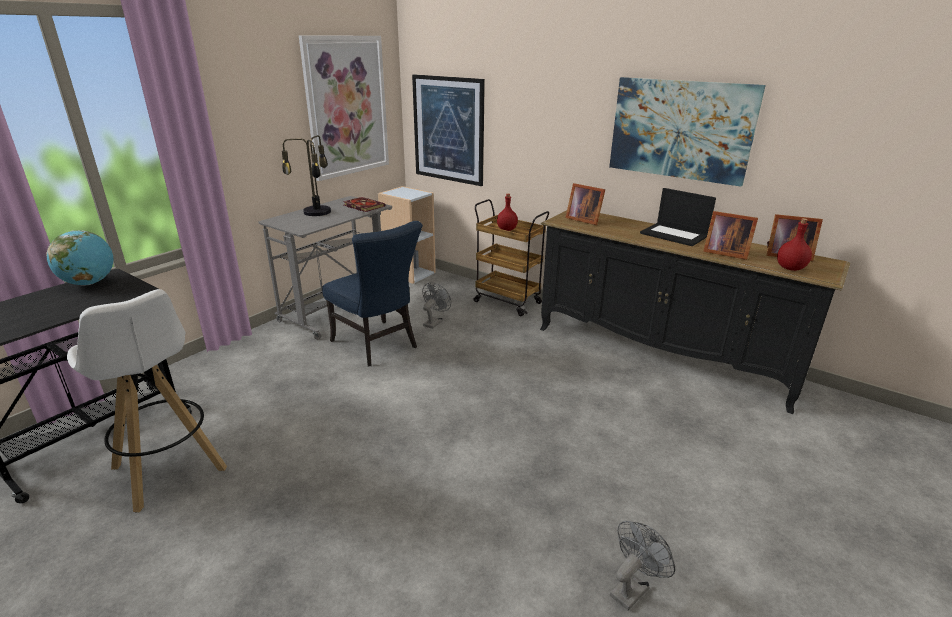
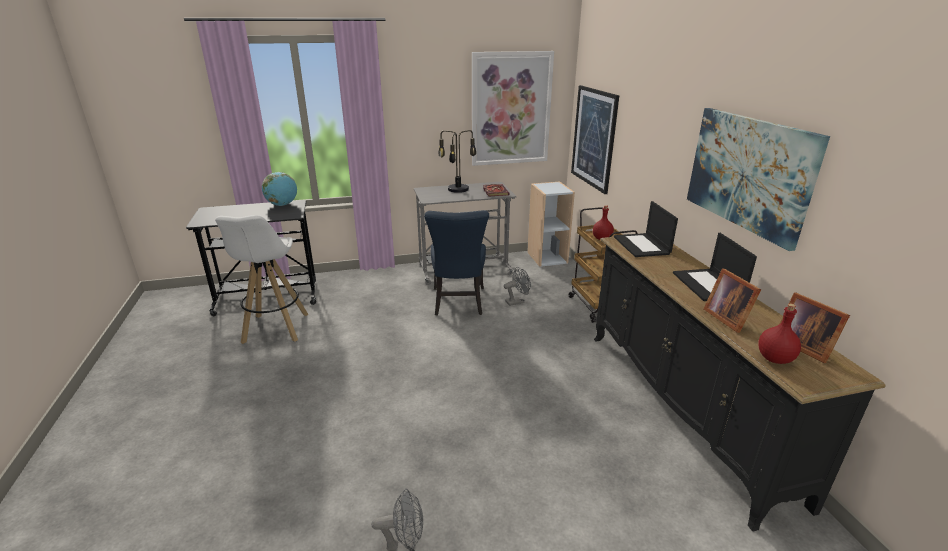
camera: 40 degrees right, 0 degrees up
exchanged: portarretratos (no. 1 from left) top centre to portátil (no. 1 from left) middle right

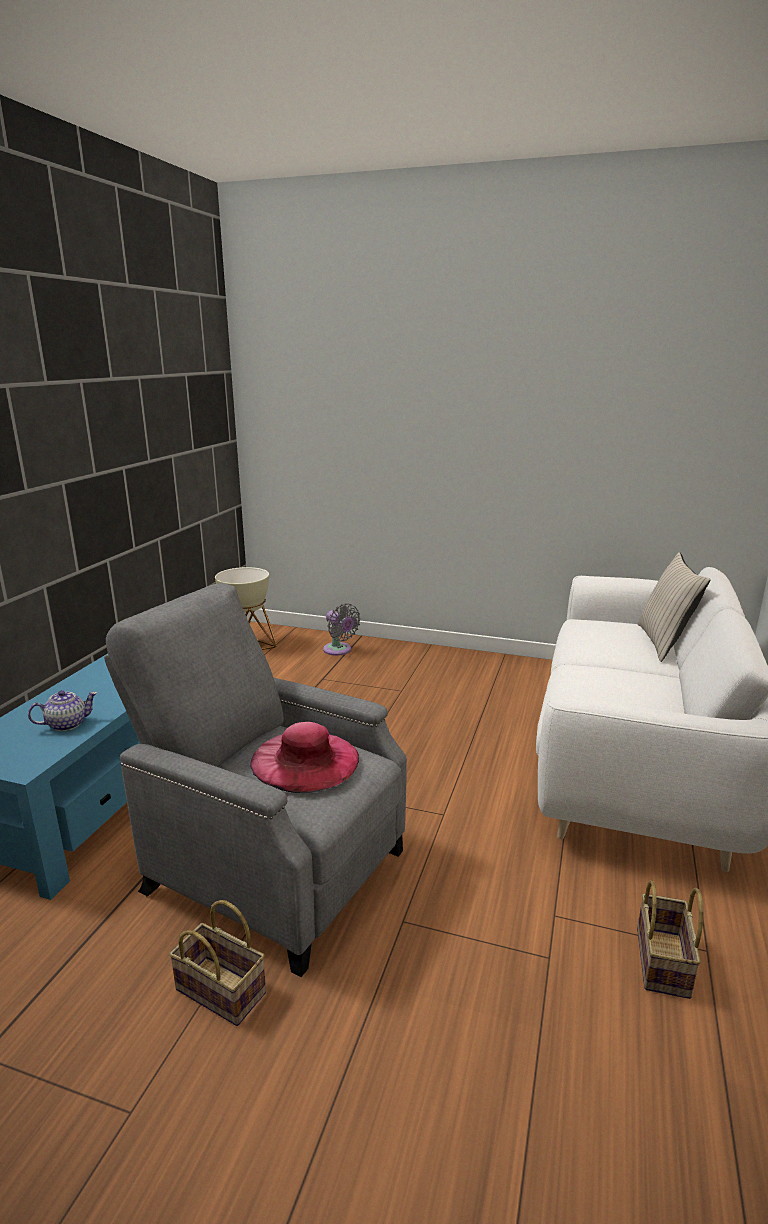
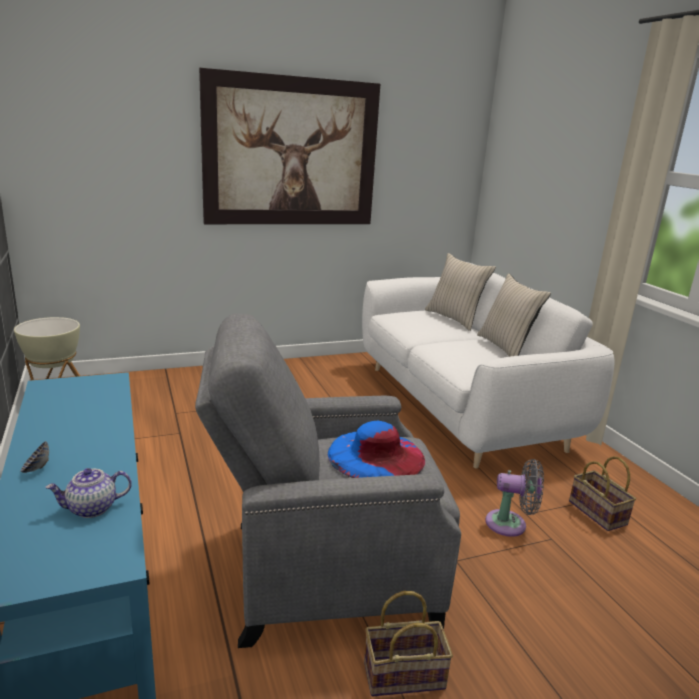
camera: 40 degrees left, 0 degrees up
appeared: cuenco middle left; cuadro top centre; cojín (beis) (no. 2 from left) middle right
relocated: ventilador (gris) centre to bottom right
colour: sombrero (rosa) centre to sombrero (azul) centre
spun: tetera middle left = bottom left 135 degrees counterclockwise

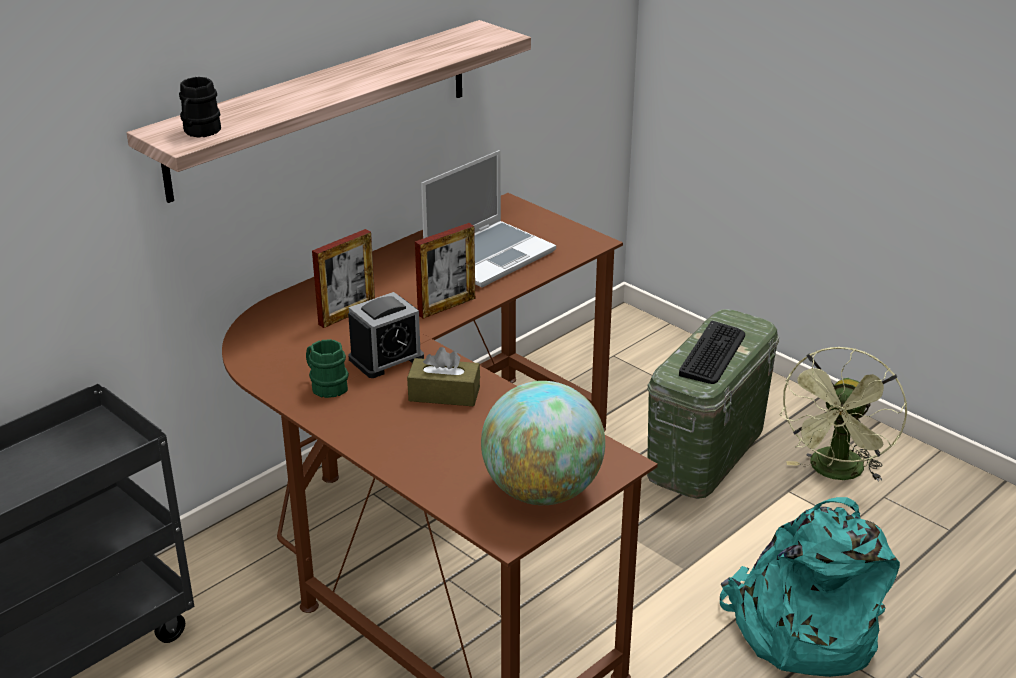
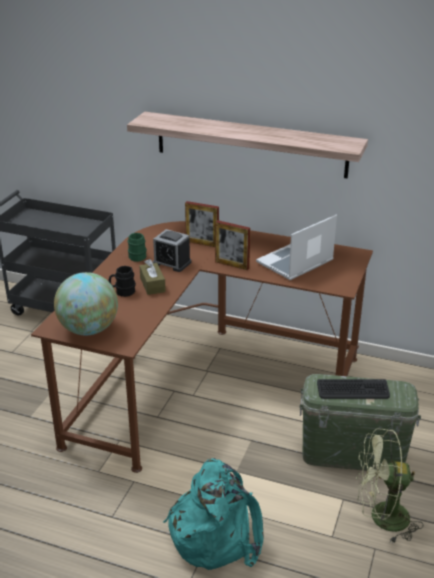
camera: 65 degrees right, 0 degrees up
relocated: taza grande (negro) top left to middle left
spun: portátil top centre = middle right 120 degrees clockwise

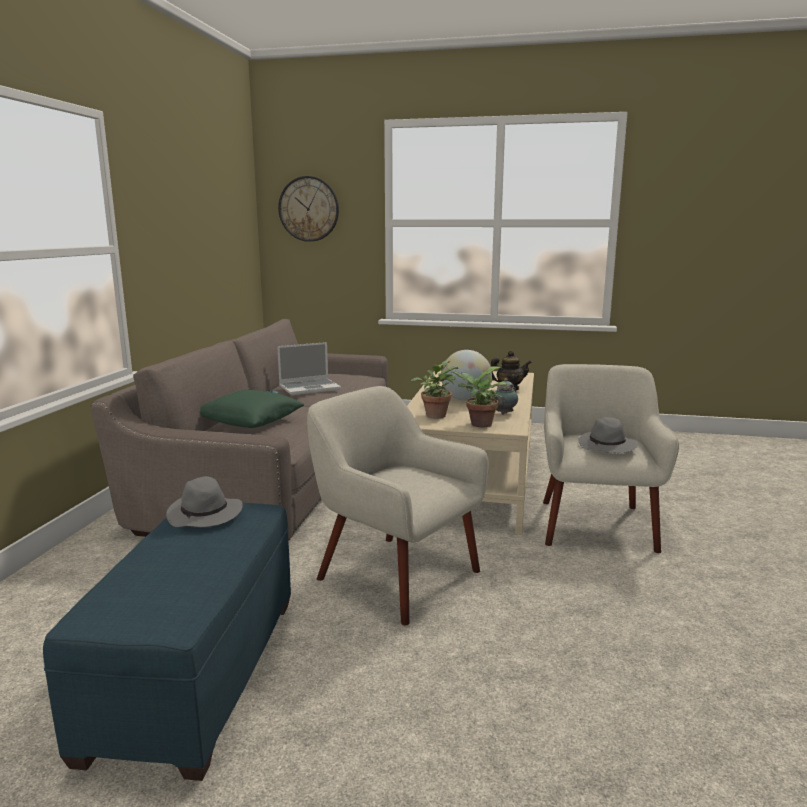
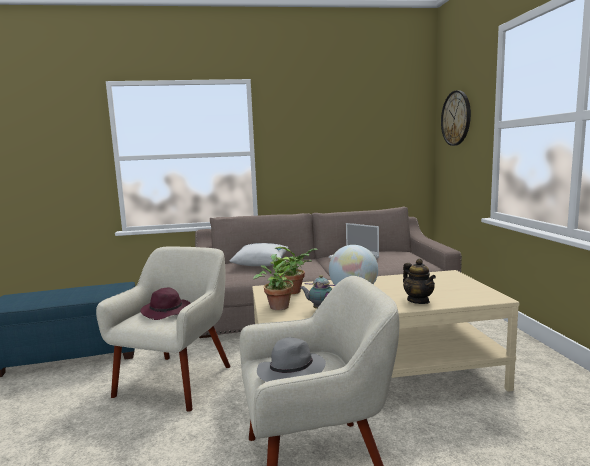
camera: 70 degrees right, 5 degrees down
missing: sombrero (gris) (no. 1 from left) middle left
appeared: sombrero (morado) middle left
colour: cojín (verde) middle left to cojín (gris) centre

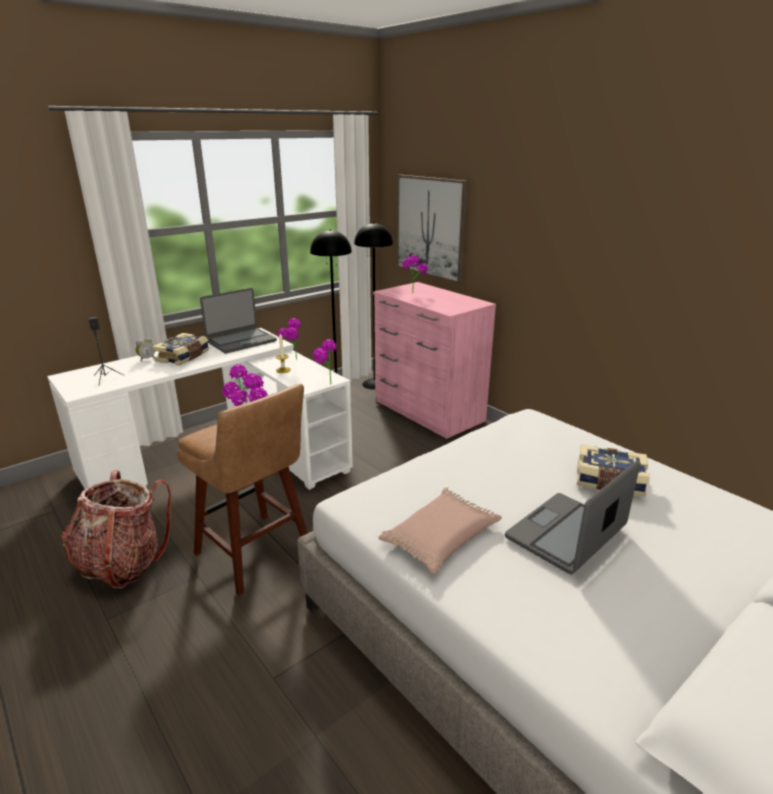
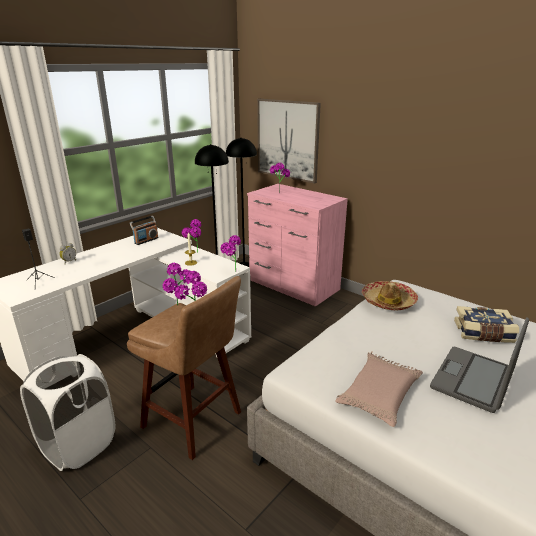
camera: 10 degrees left, 0 degrees up
missing: libro (no. 1 from left) middle left
appeared: sombrero middle right
exchanged: mochila middle left to cesto de la ropa (blanco) bottom left; portátil (no. 1 from left) middle left to radio middle left

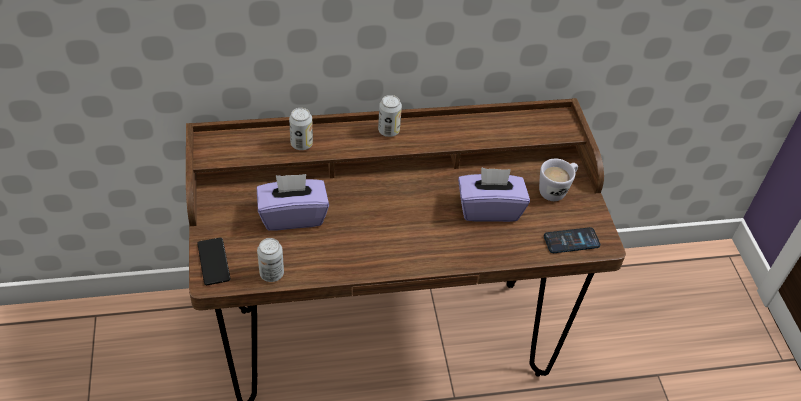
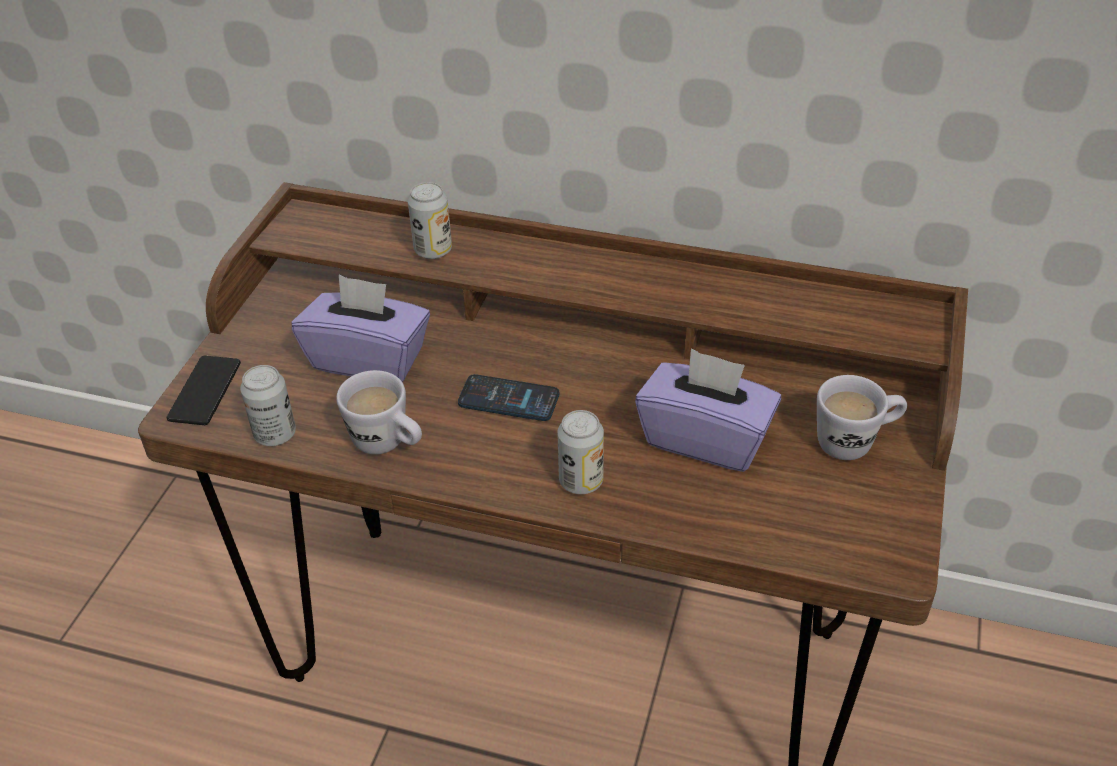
camera: 30 degrees right, 5 degrees down
appeared: taza grande (blanco) (no. 1 from left) centre
relocated: móvil (no. 2 from left) middle right to centre; lata (no. 3 from left) top centre to centre

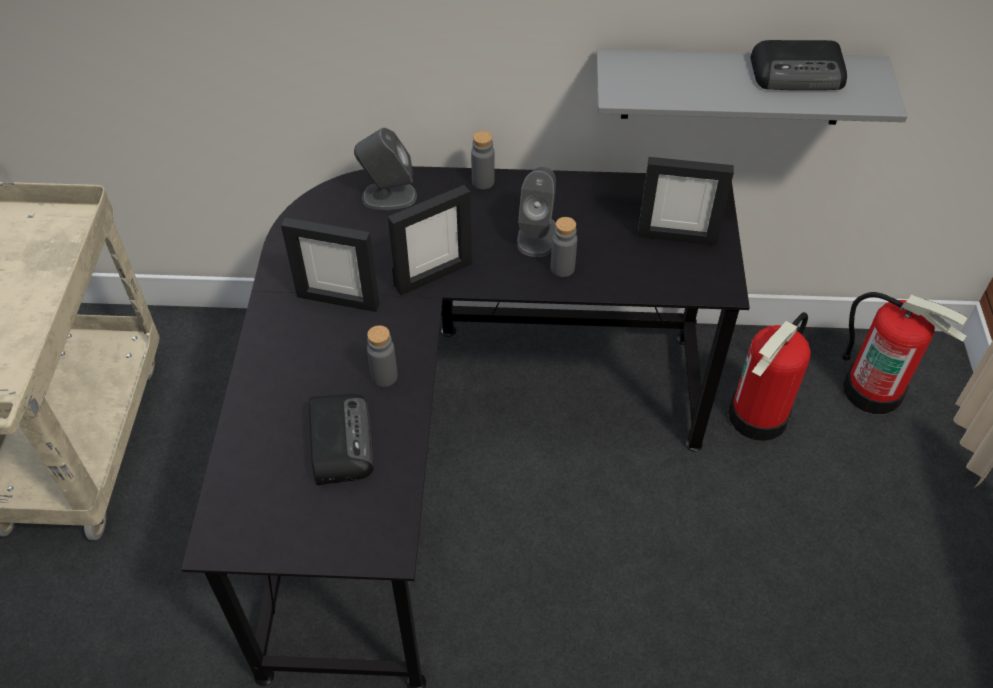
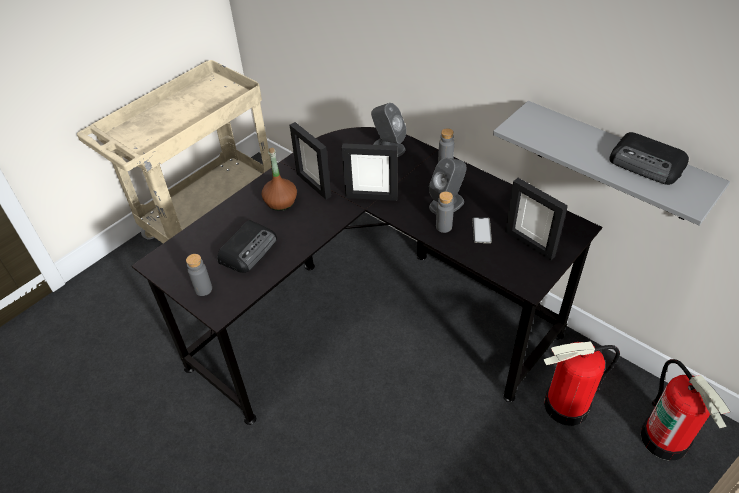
camera: 40 degrees right, 5 degrees down
appeared: botella (marrón) centre; móvil centre
relocated: botella (gris) (no. 1 from left) centre to middle left

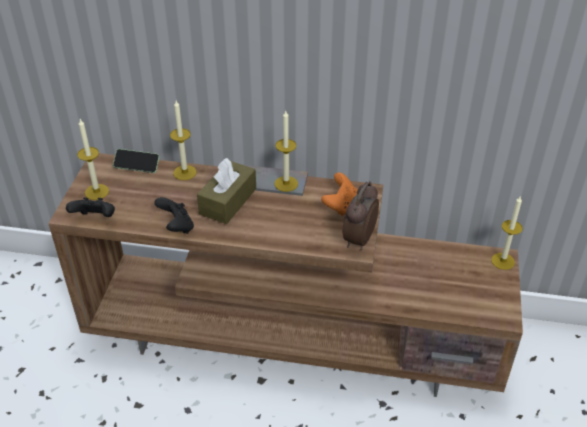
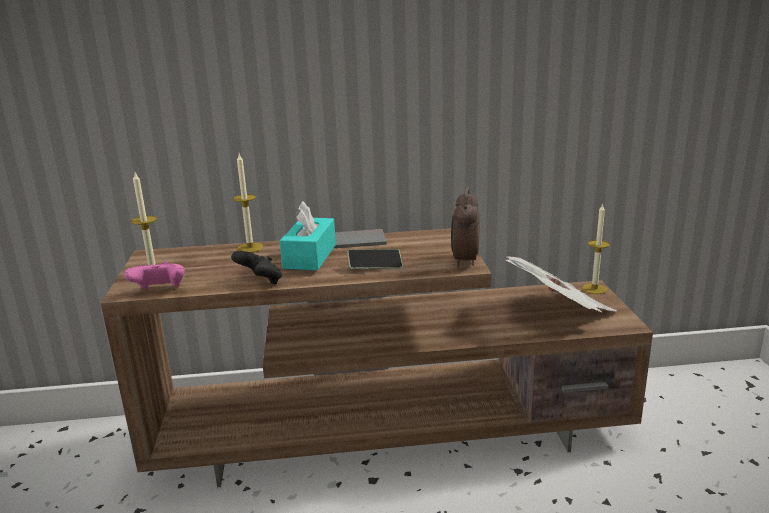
camera: 15 degrees left, 20 degrees down
missing: vela (no. 3 from left) centre; mando de consola (naranja) centre
appeared: periódico middle right
relocated: móvil middle left to centre
colour: mando de consola (negro) (no. 1 from left) middle left to mando de consola (rosa) middle left; caja de pañuelos (marrón) centre to caja de pañuelos (turquesa) centre

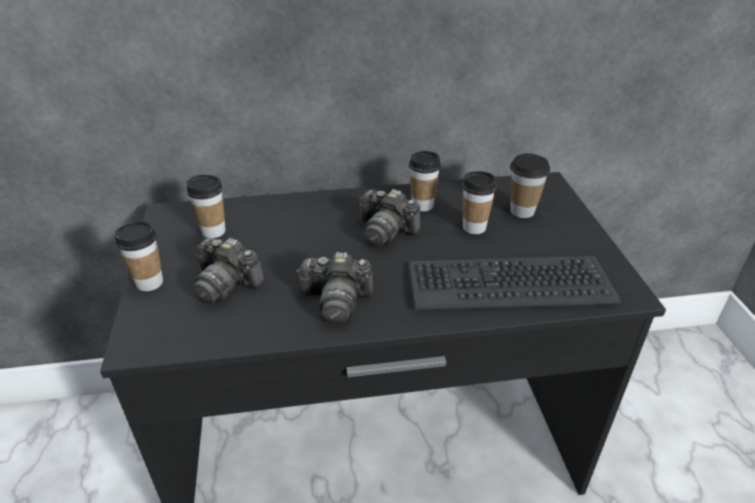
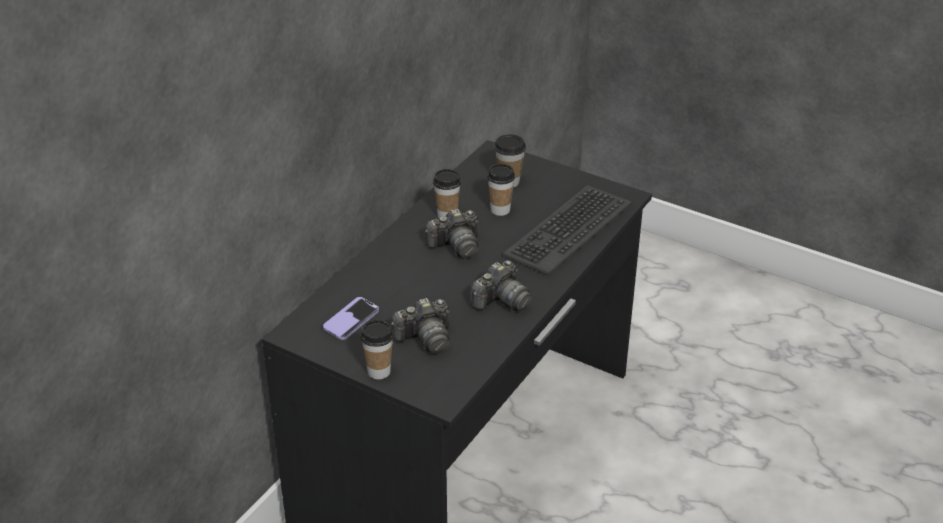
camera: 50 degrees left, 0 degrees up
exchanged: taza (no. 2 from left) middle left to móvil centre

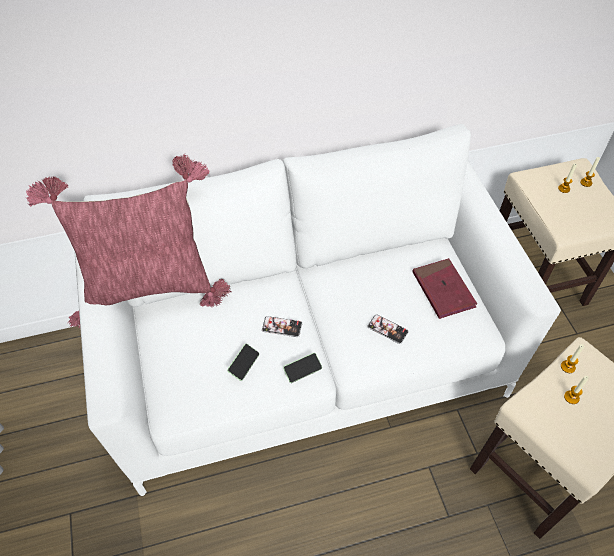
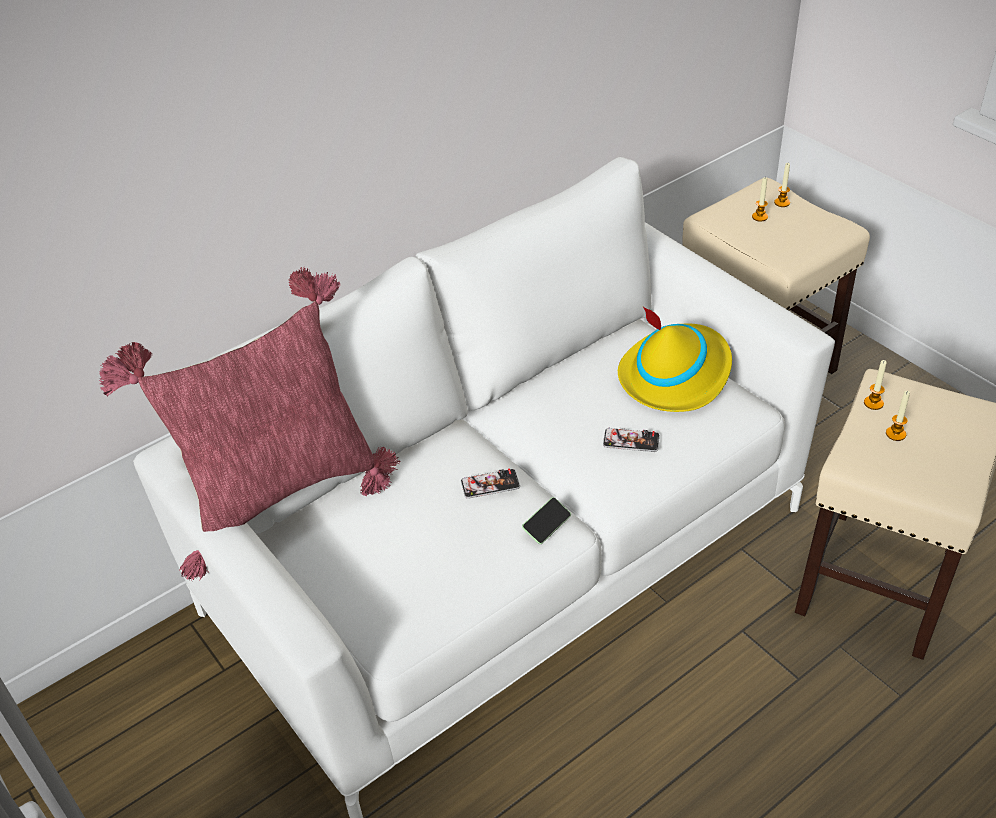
camera: 20 degrees left, 10 degrees down
missing: móvil (no. 1 from left) centre
exchanged: libro (rojo) middle right to sombrero (amarillo) middle right

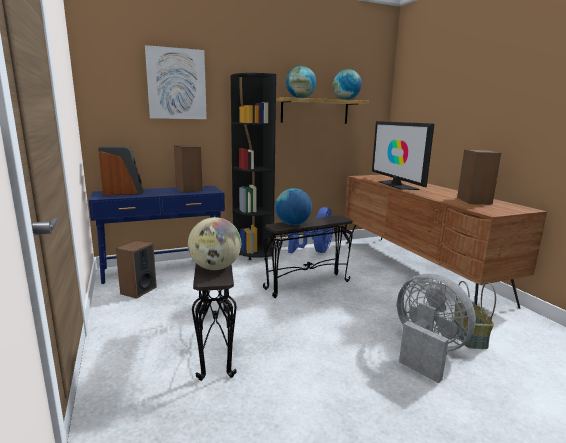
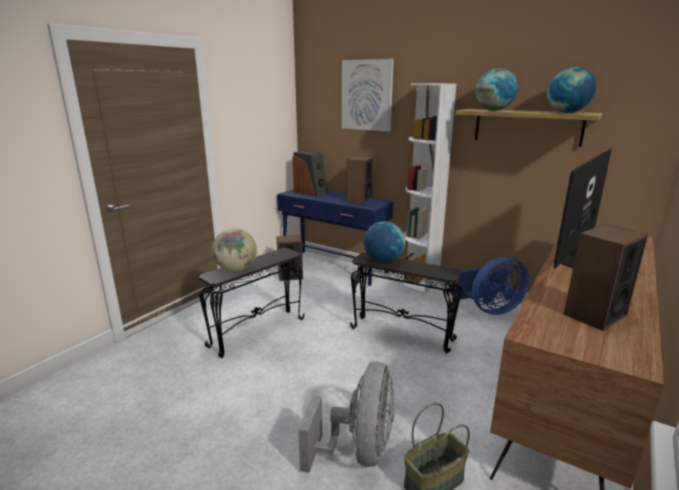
camera: 55 degrees right, 5 degrees up
colour: estantería (negro) centre to estantería (blanco) centre

